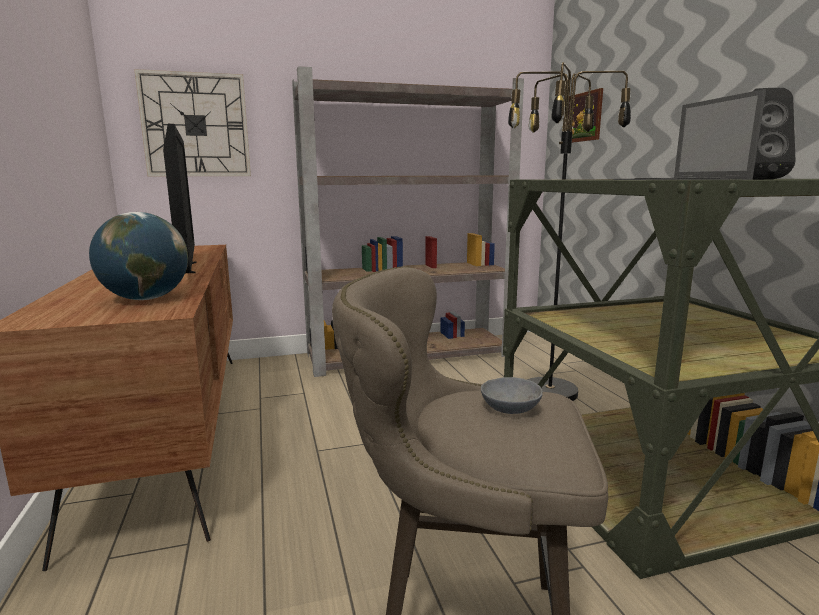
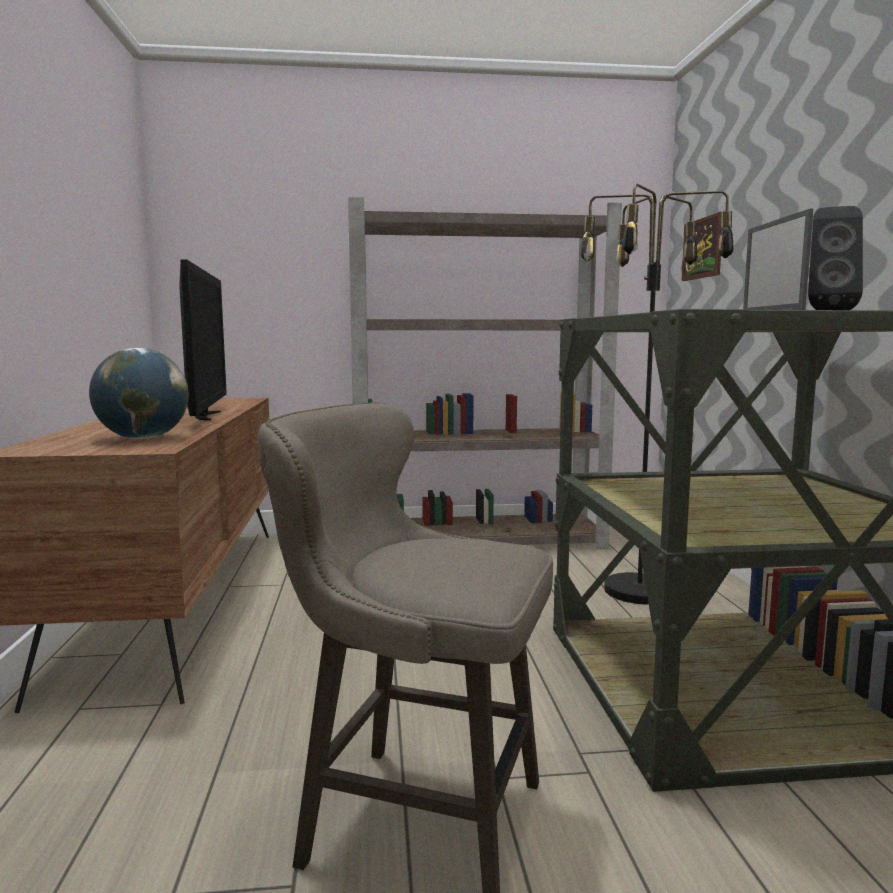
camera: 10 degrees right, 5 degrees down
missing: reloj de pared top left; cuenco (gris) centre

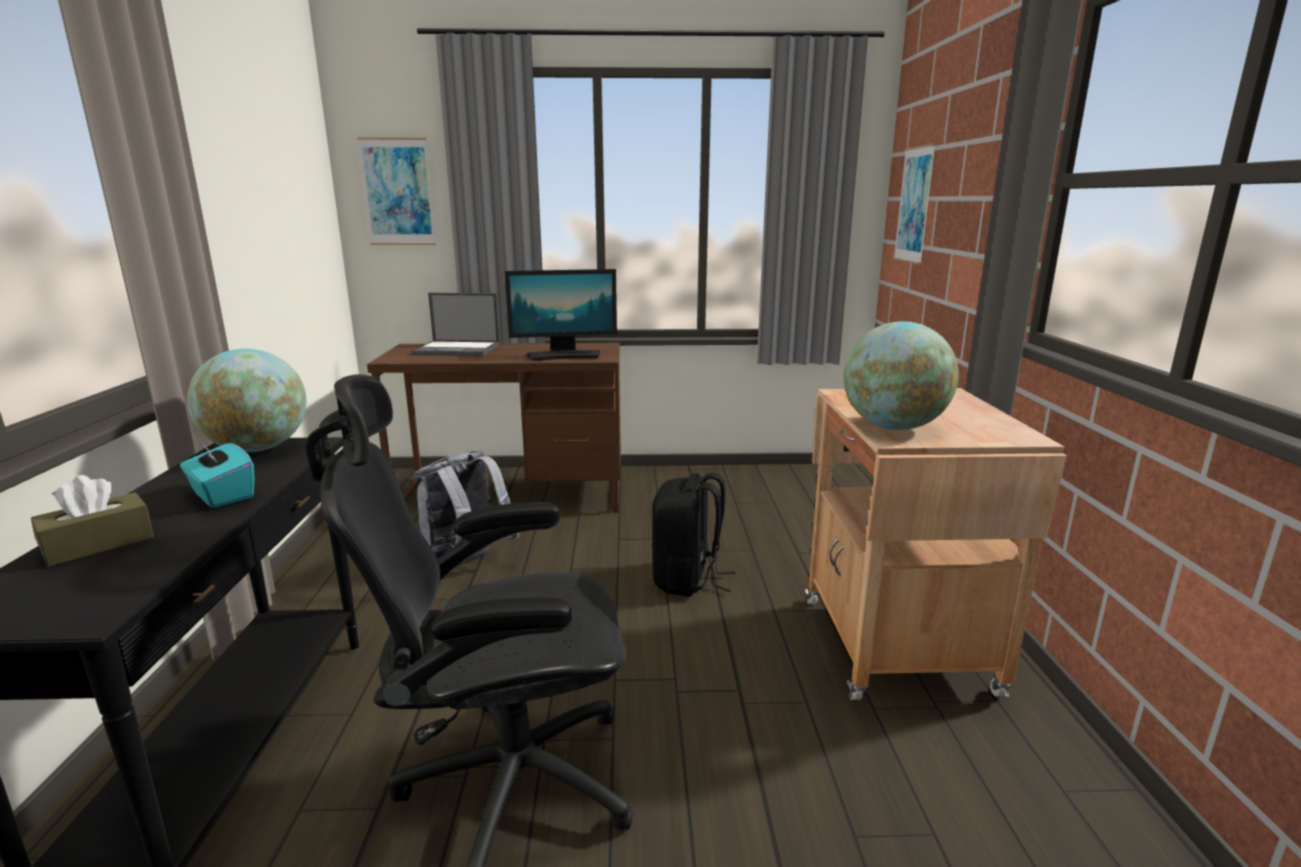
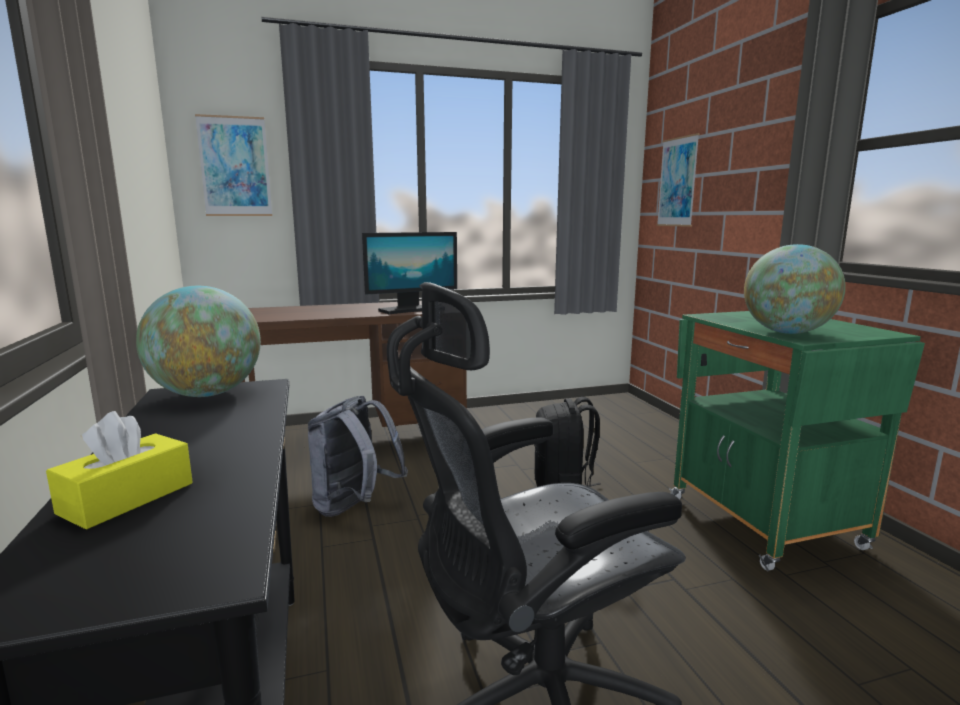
camera: 15 degrees left, 5 degrees down
missing: caja de pañuelos (turquesa) middle left; portátil centre
colour: caja de pañuelos (marrón) middle left to caja de pañuelos (amarillo) bottom left; carrito (marrón) middle right to carrito (verde) middle right

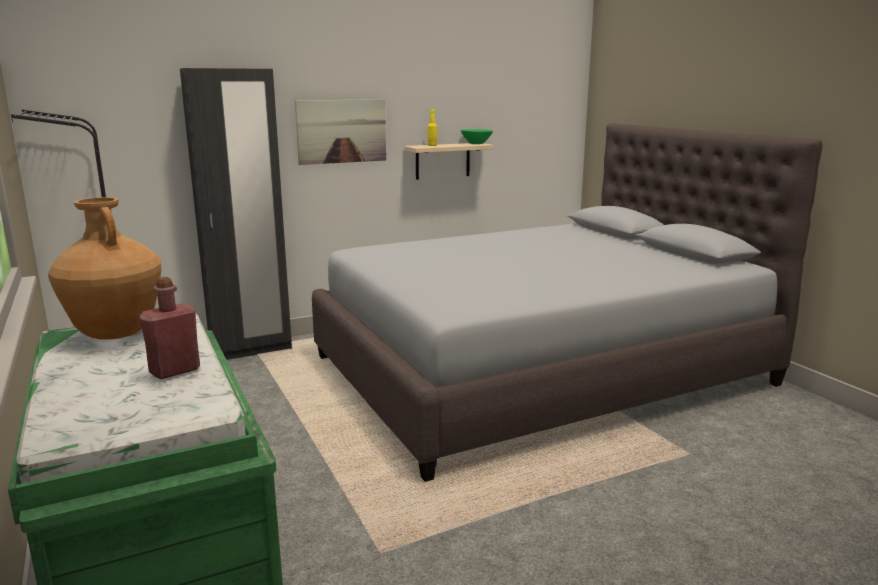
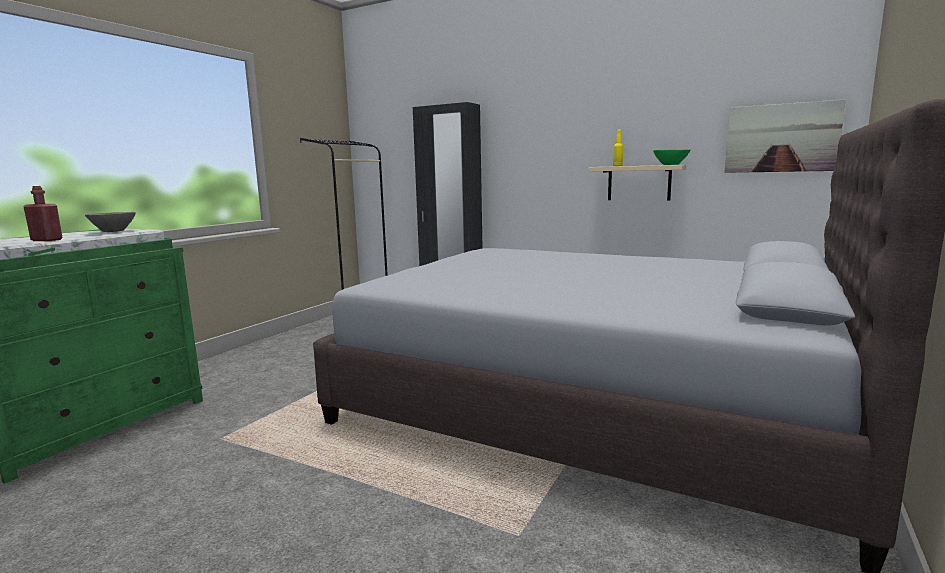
camera: 55 degrees right, 5 degrees down
relocated: cuadro top centre to top right
exchanged: florero (marrón) middle left to cuenco (gris) middle left

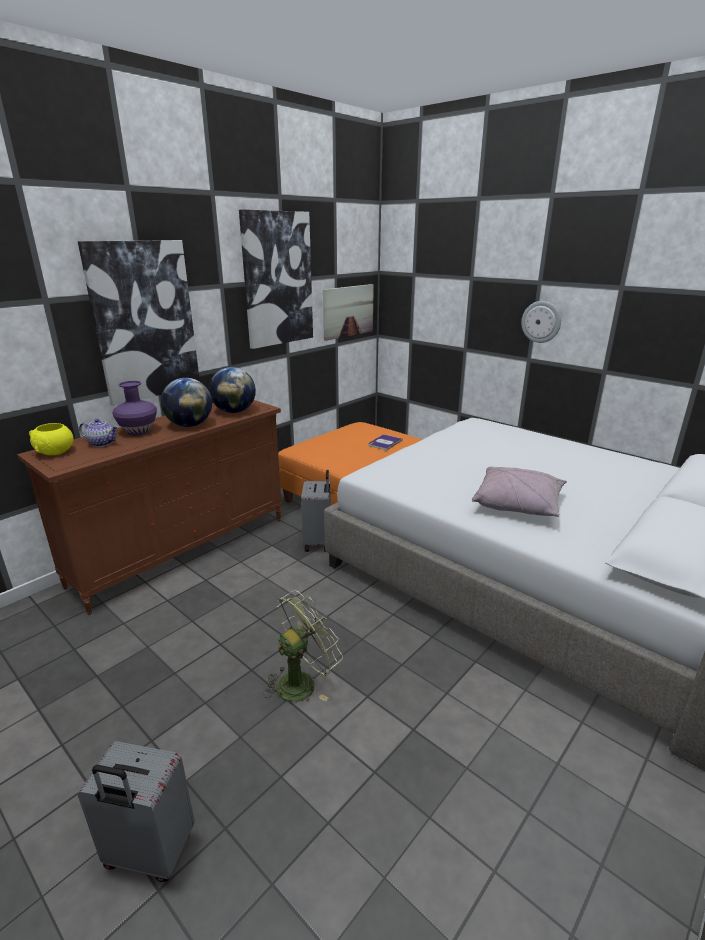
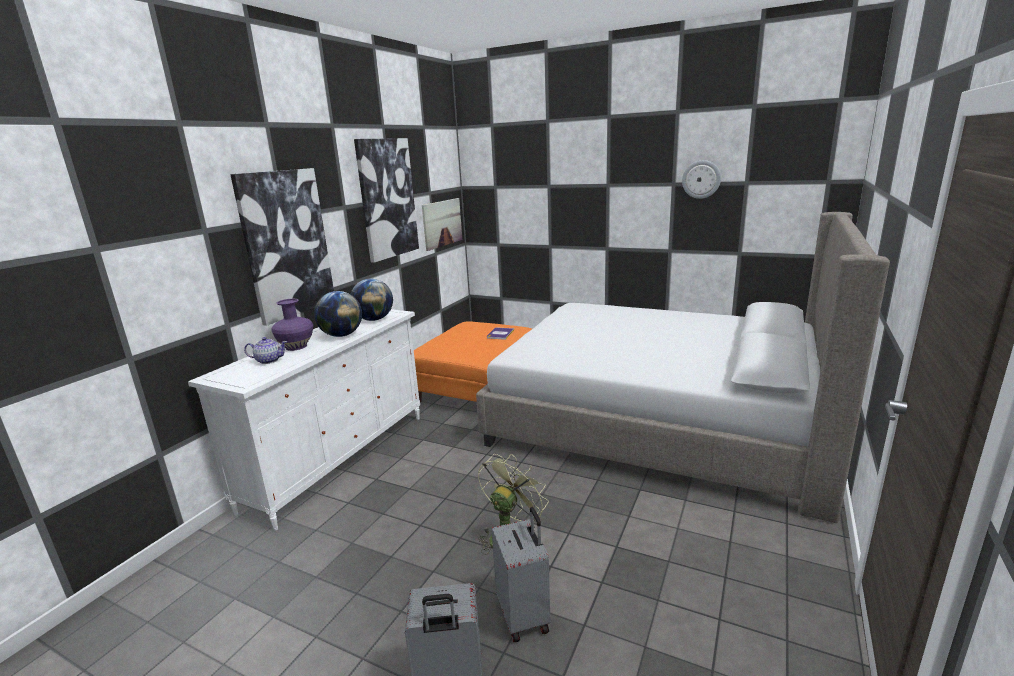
camera: 15 degrees left, 5 degrees down
missing: cuenco (amarillo) middle left; cojín (morado) middle right
relocated: maleta (gris) (no. 2 from left) centre to bottom centre; reloj de pared middle right to top right
colour: cómoda (marrón) middle left to cómoda (blanco) middle left

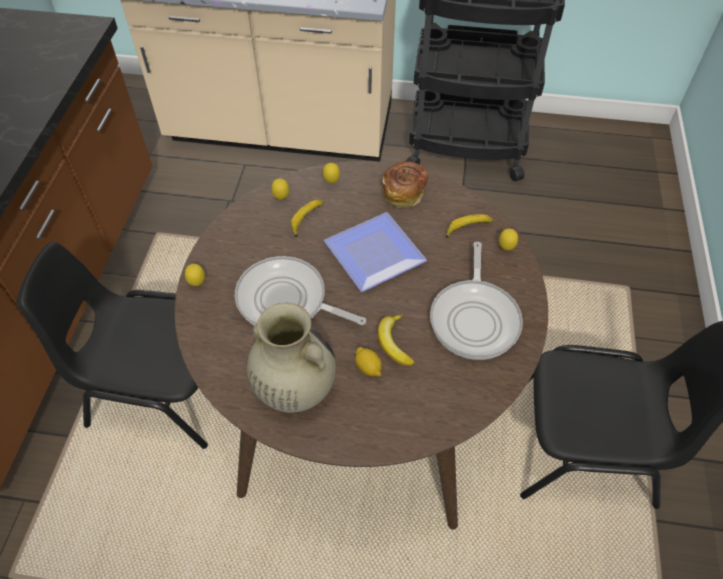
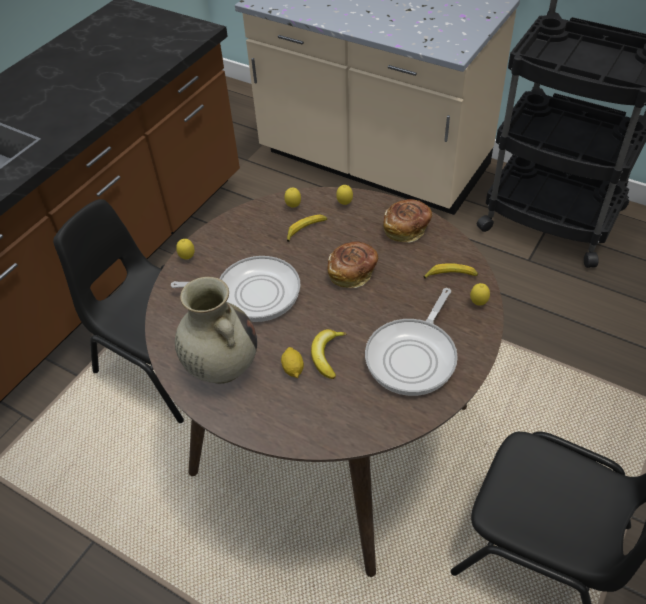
camera: 25 degrees right, 5 degrees down
exchanged: plato centre to pan (no. 1 from left) centre
spun: sartén (no. 1 from left) centre = centre 135 degrees clockwise

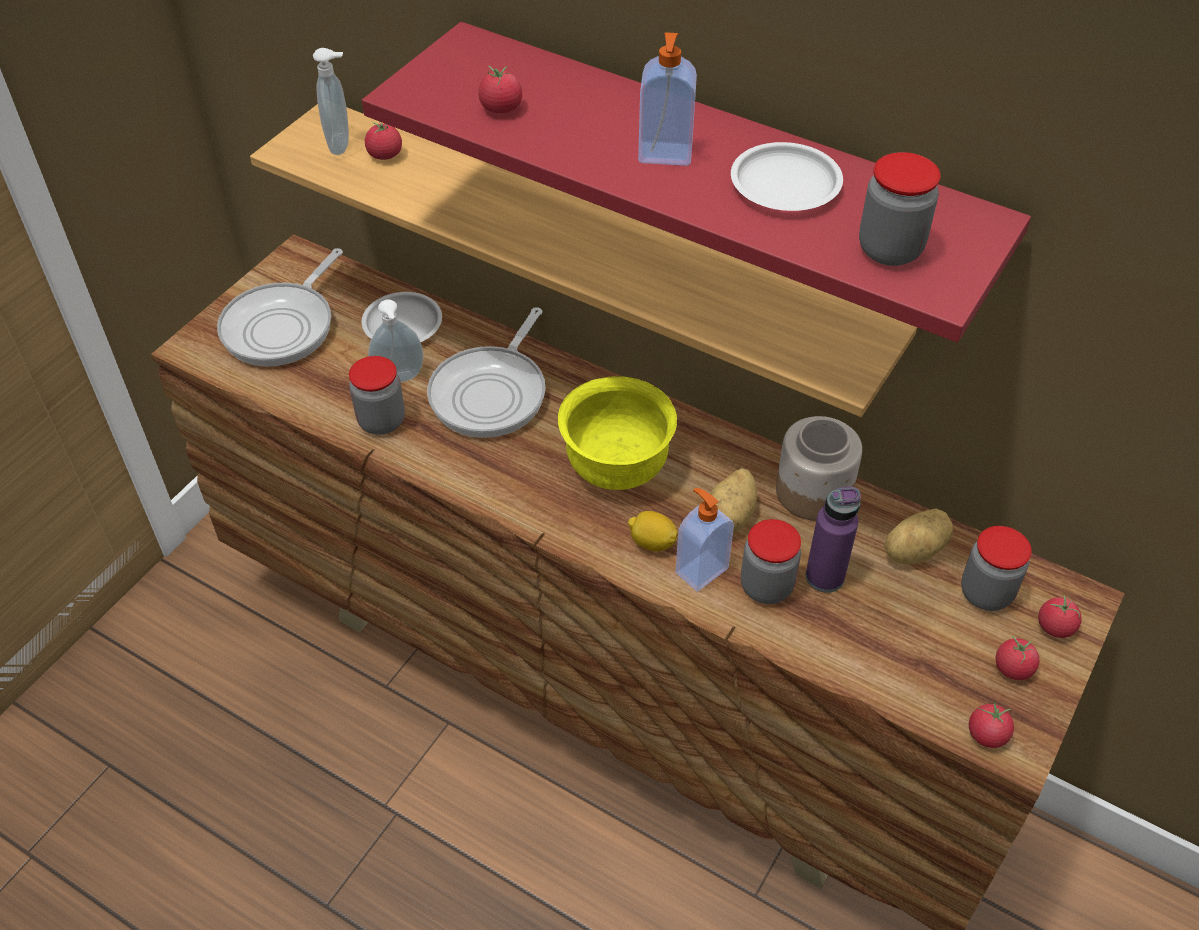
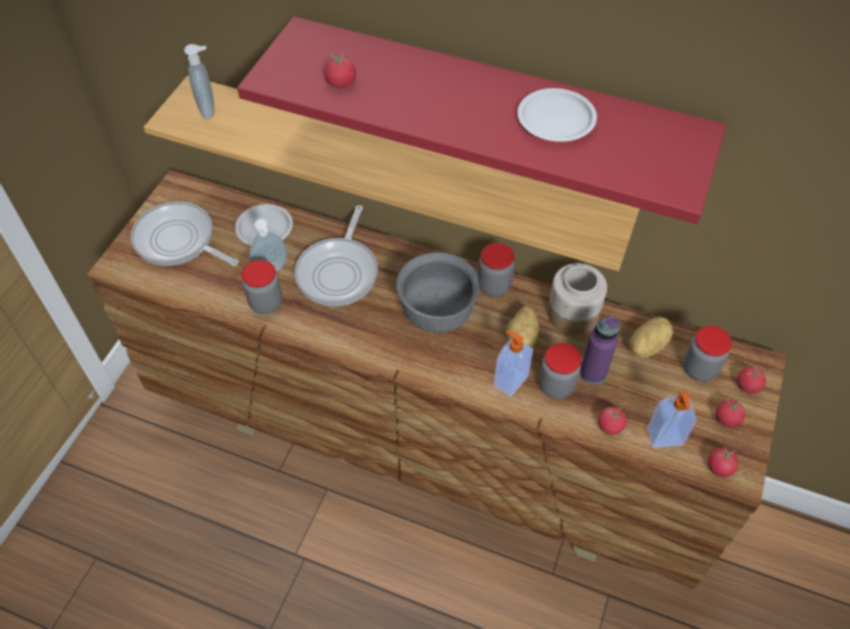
camera: 10 degrees left, 5 degrees up
missing: limón centre
relocated: tarro (no. 4 from left in the first image) top right to tarro (no. 2 from left) centre; tomate (no. 1 from left in the first image) top left to tomate (no. 2 from left) bottom right; dispensador de jabón (no. 3 from left in the first image) top centre to dispensador de jabón (no. 4 from left) middle right
colour: cuenco (amarillo) centre to cuenco (gris) centre
spun: sartén (no. 1 from left) top left = middle left 105 degrees clockwise

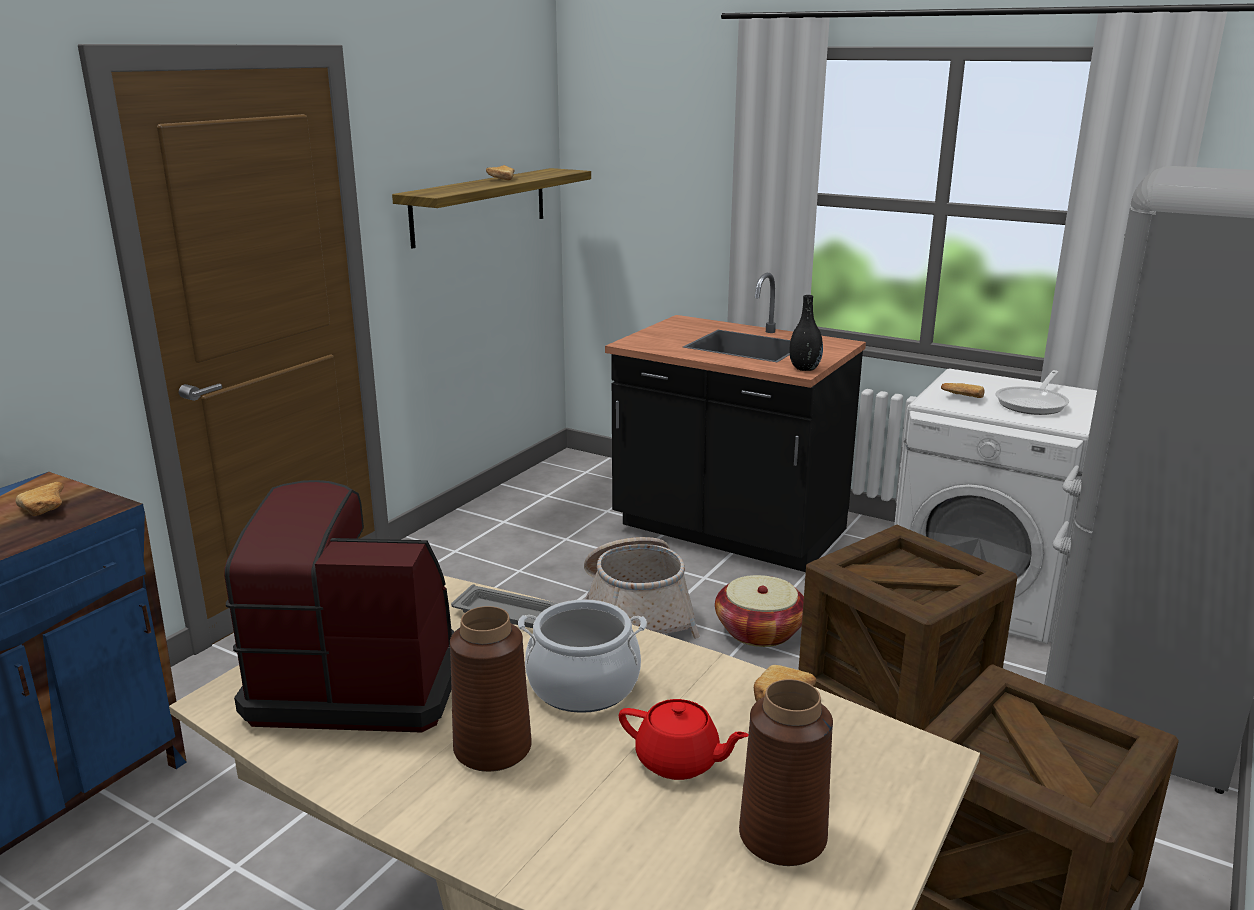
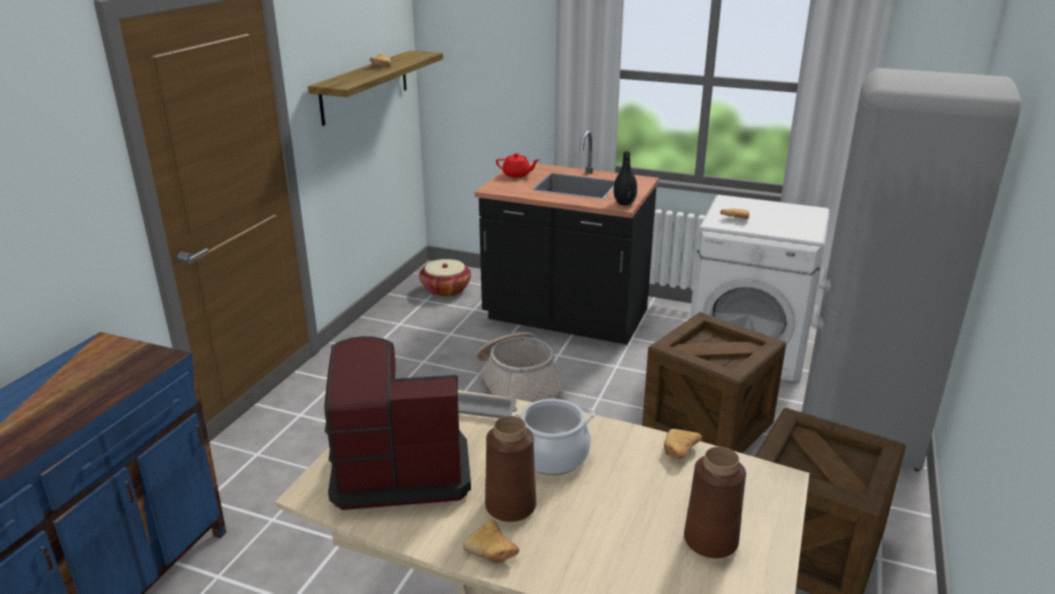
camera: 10 degrees left, 5 degrees up
missing: sartén middle right
relocated: cesta (no. 2 from left in the first image) bottom centre to cesta (no. 1 from left) centre; pan (no. 1 from left in the first image) middle left to pan (no. 2 from left) bottom centre; tetera (rojo) bottom centre to top centre

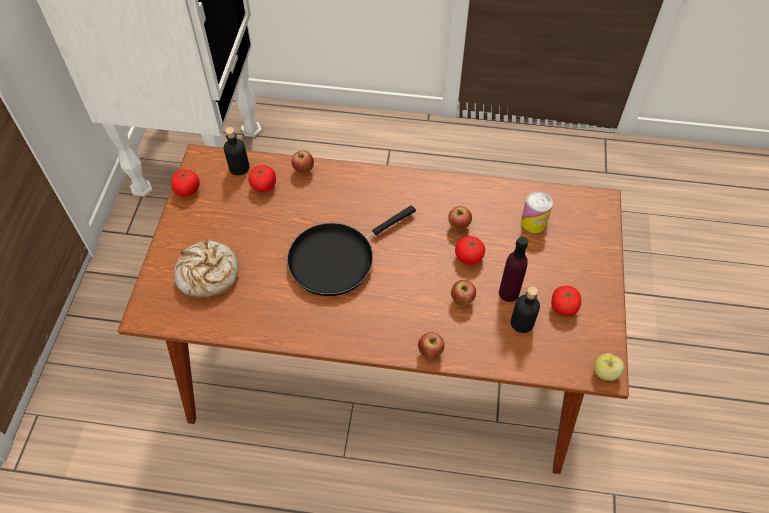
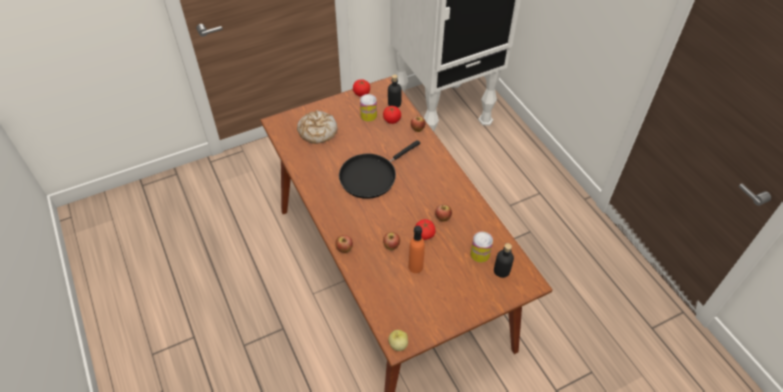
camera: 55 degrees right, 5 degrees down
missing: tomate (no. 4 from left) middle right
appeared: lata (no. 1 from left) top centre
relocated: botella (negro) (no. 2 from left) middle right to centre
colour: botella (morado) middle right to botella (naranja) centre
spun: sartén (negro) centre = centre 60 degrees counterclockwise

